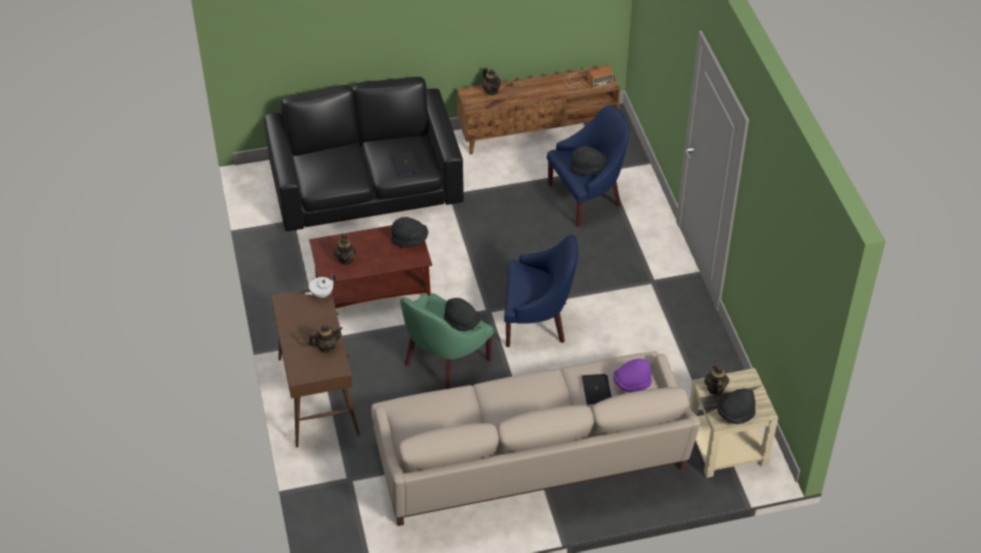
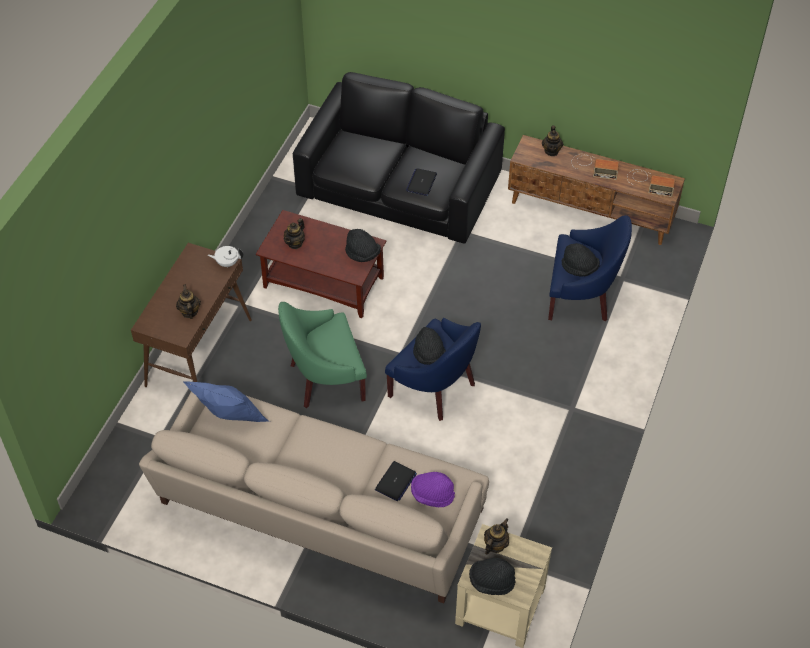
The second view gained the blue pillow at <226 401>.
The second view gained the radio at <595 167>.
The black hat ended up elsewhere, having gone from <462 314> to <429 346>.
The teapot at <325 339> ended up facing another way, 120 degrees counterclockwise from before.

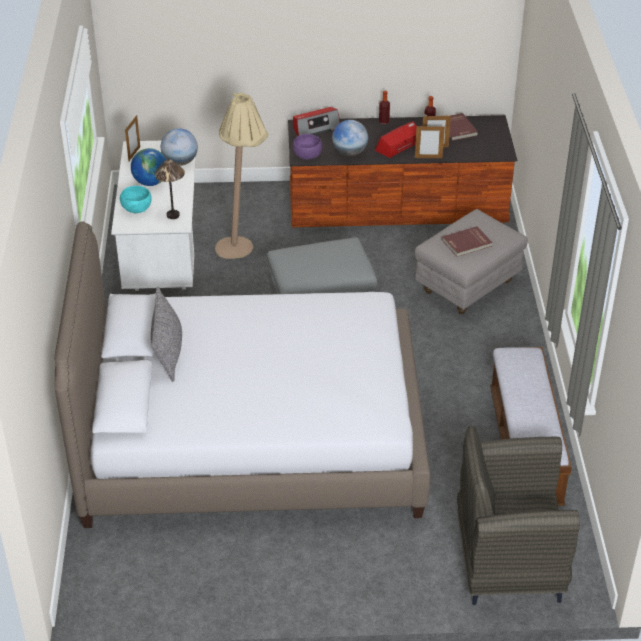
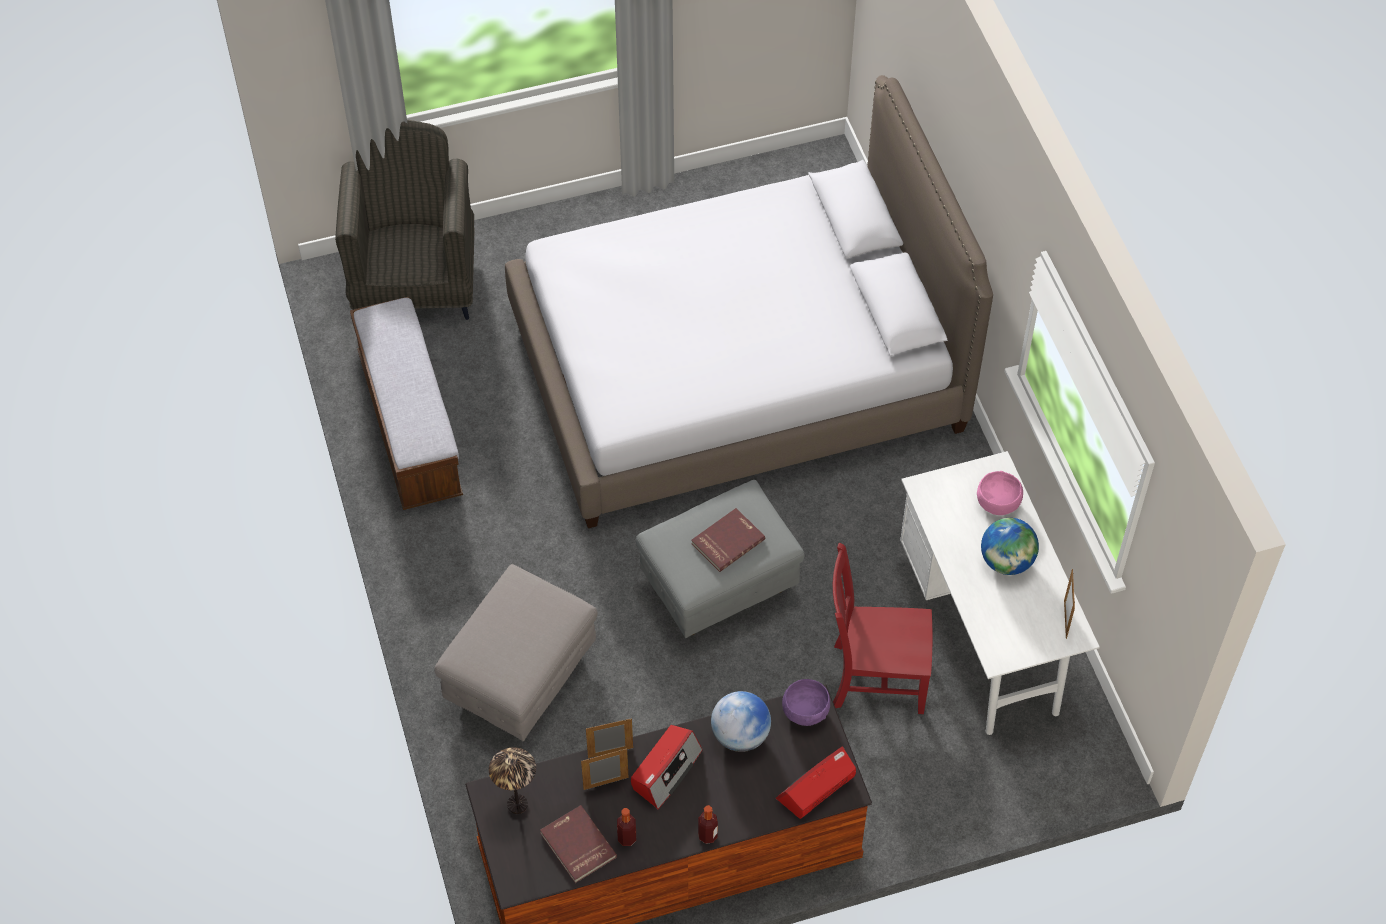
The second view lost the grey pillow at <166 334>.
The second view lost the globe at <179 147>.
The table lamp ended up elsewhere, having gone from <169 189> to <512 781>.
The red book ended up elsewhere, having gone from <467 241> to <728 540>.
Where the beige floor lamp stood at <241 176>, the red chair came to stand at <882 628>.
What was the turquoise bowl at <135 199> turned into the pink bowl at <1000 493>.
The grey armchair at <518 515> ended up facing another way, 75 degrees counterclockwise from before.

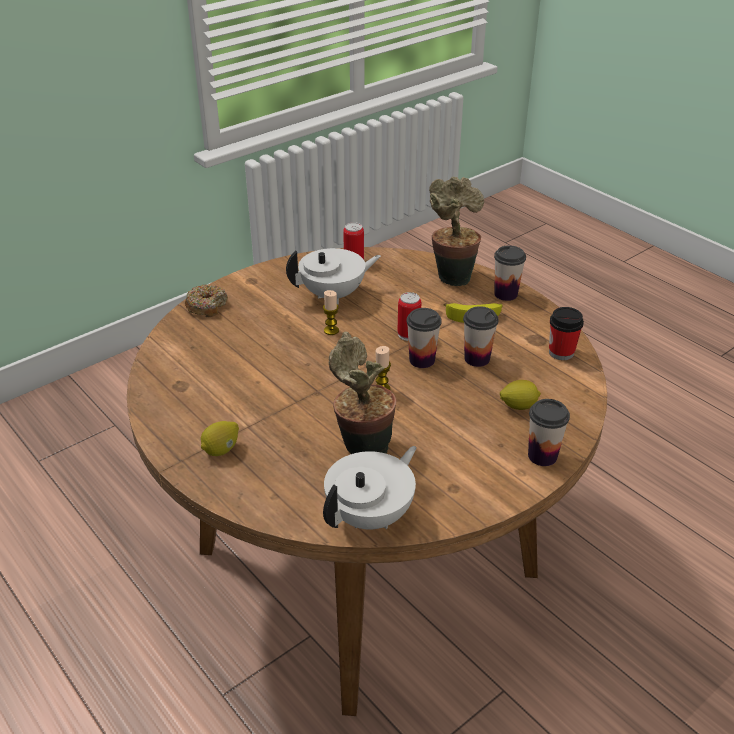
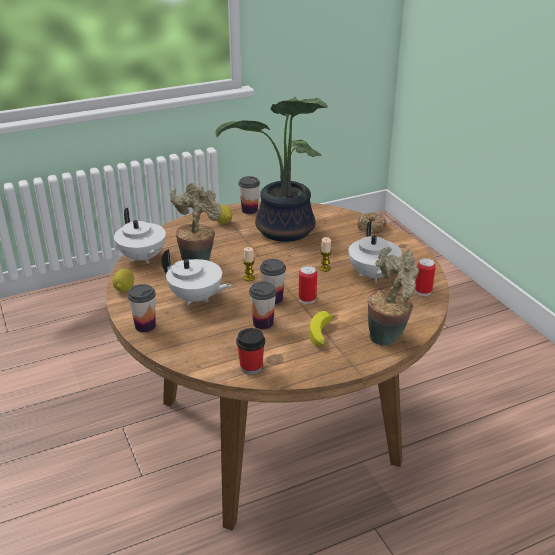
The second view gained the white teapot at <196 277>.
The second view gained the potted plant at <271 169>.
The cup ended up elsewhere, having gone from <510 273> to <249 195>.
The lemon ended up elsewhere, having gone from <520 395> to <123 280>.

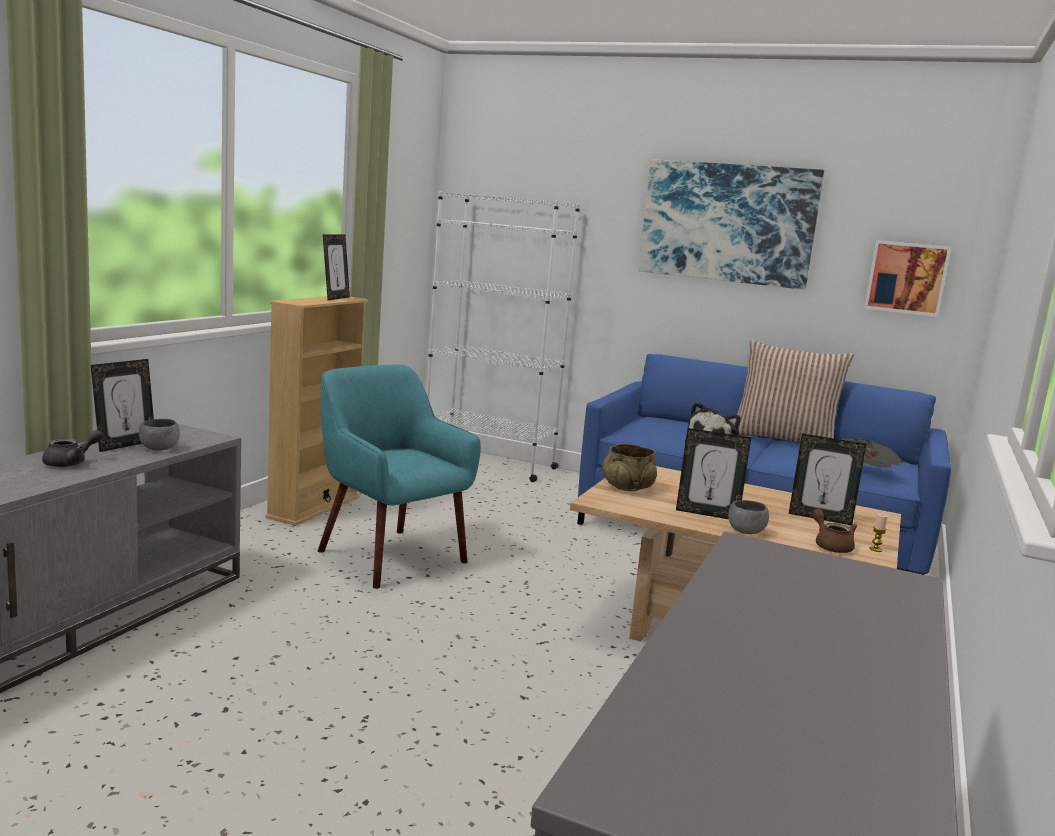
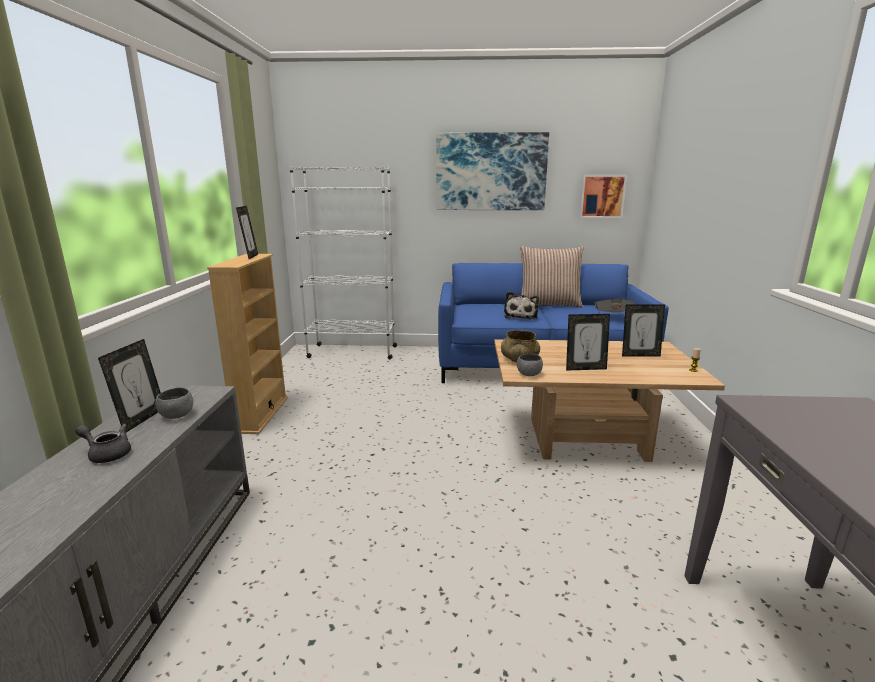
The second view lost the turquoise armchair at <399 477>.
The second view lost the brown teapot at <834 531>.
The grey bowl ended up elsewhere, having gone from <748 517> to <530 365>.
The grey teapot at <72 448> ended up facing another way, 90 degrees counterclockwise from before.

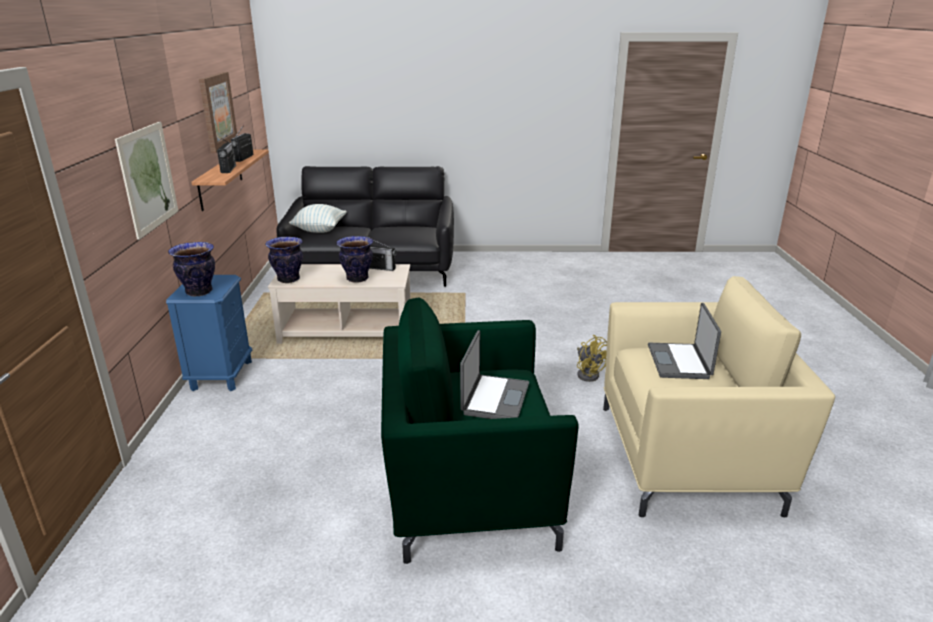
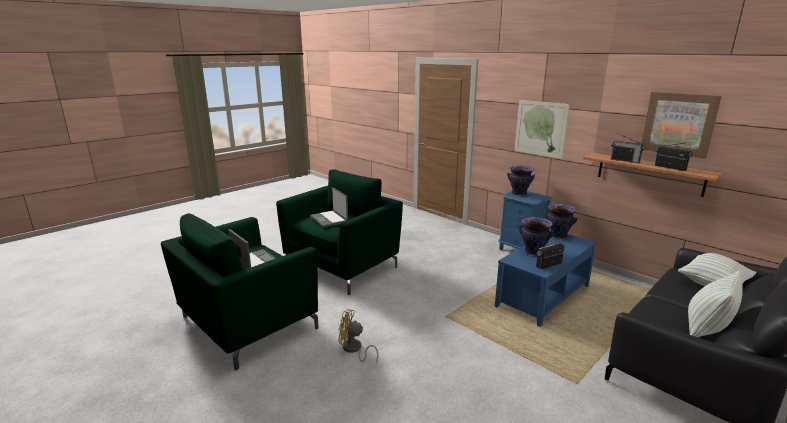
The second view gained the pillow at <715 304>.
What was the beige coffee table at <339 304> turned into the blue coffee table at <546 279>.
What was the beige armchair at <719 396> turned into the green armchair at <240 291>.

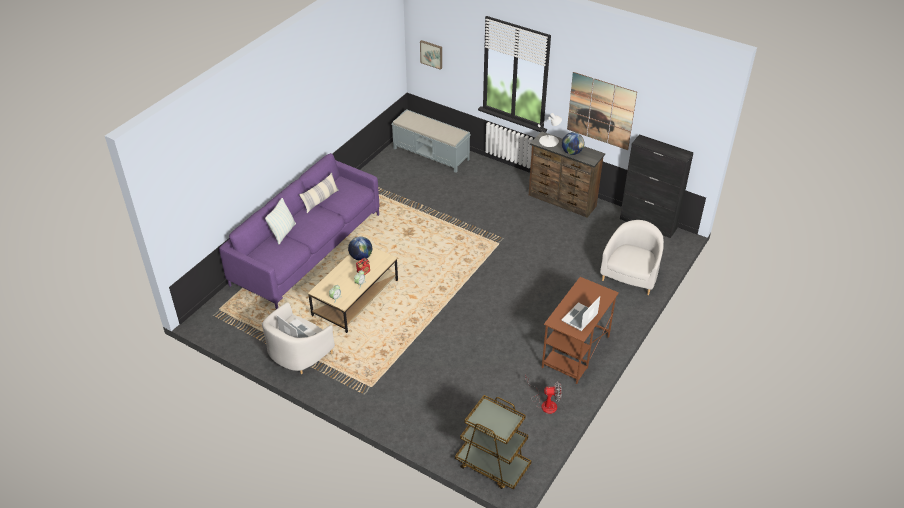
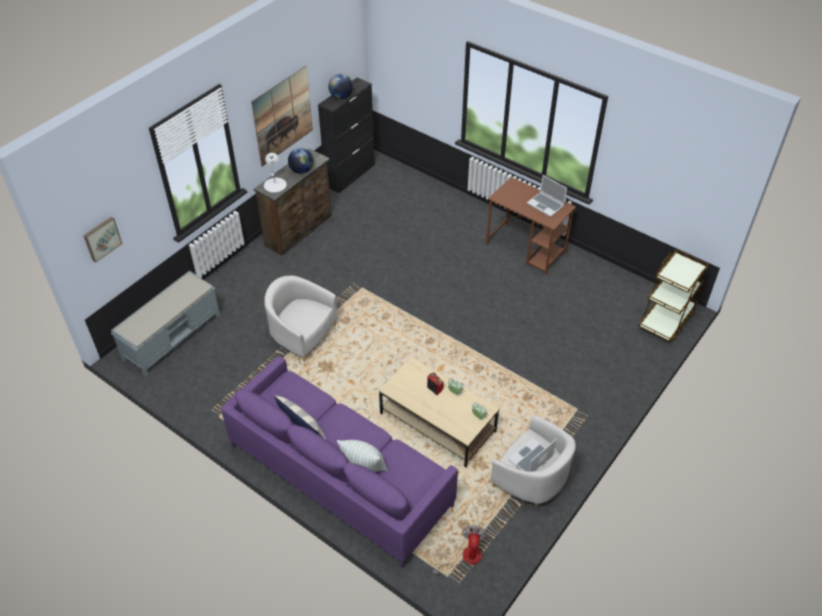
The globe ended up elsewhere, having gone from <360 248> to <340 86>.
The fan ended up elsewhere, having gone from <543 394> to <460 550>.
The white armchair ended up elsewhere, having gone from <632 257> to <301 318>.

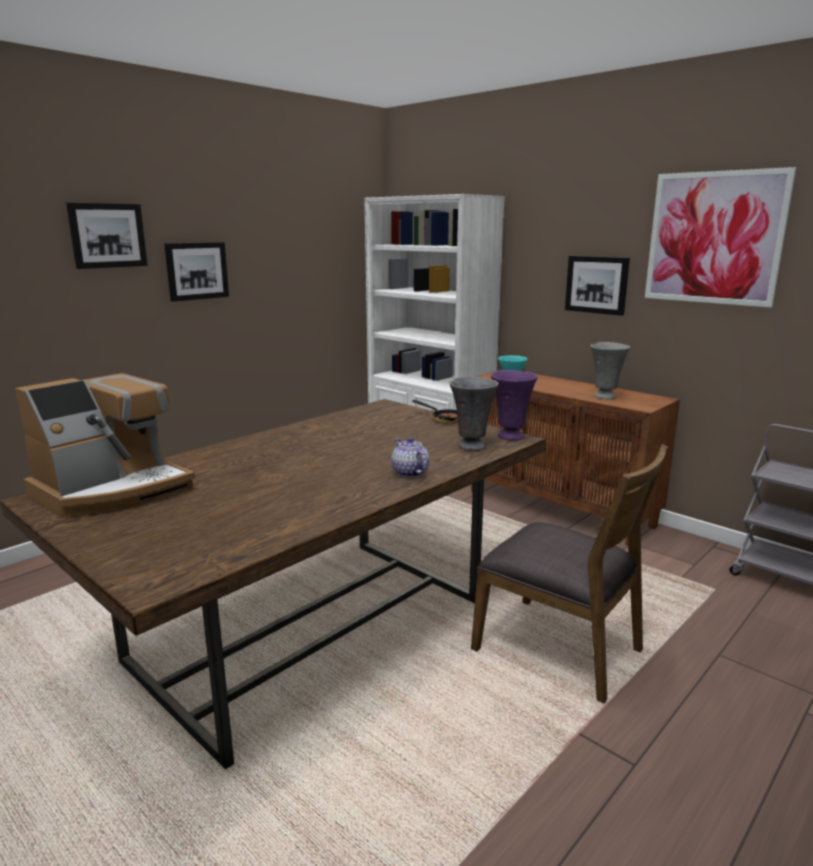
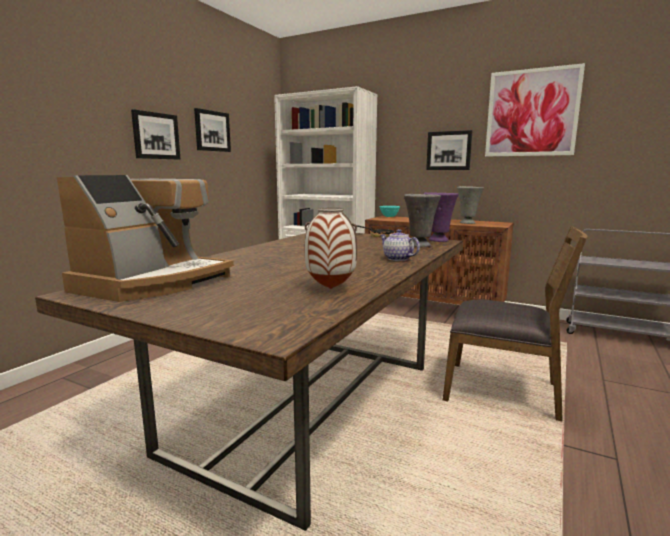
The second view gained the vase at <331 248>.
The picture ended up elsewhere, having gone from <107 236> to <212 130>.

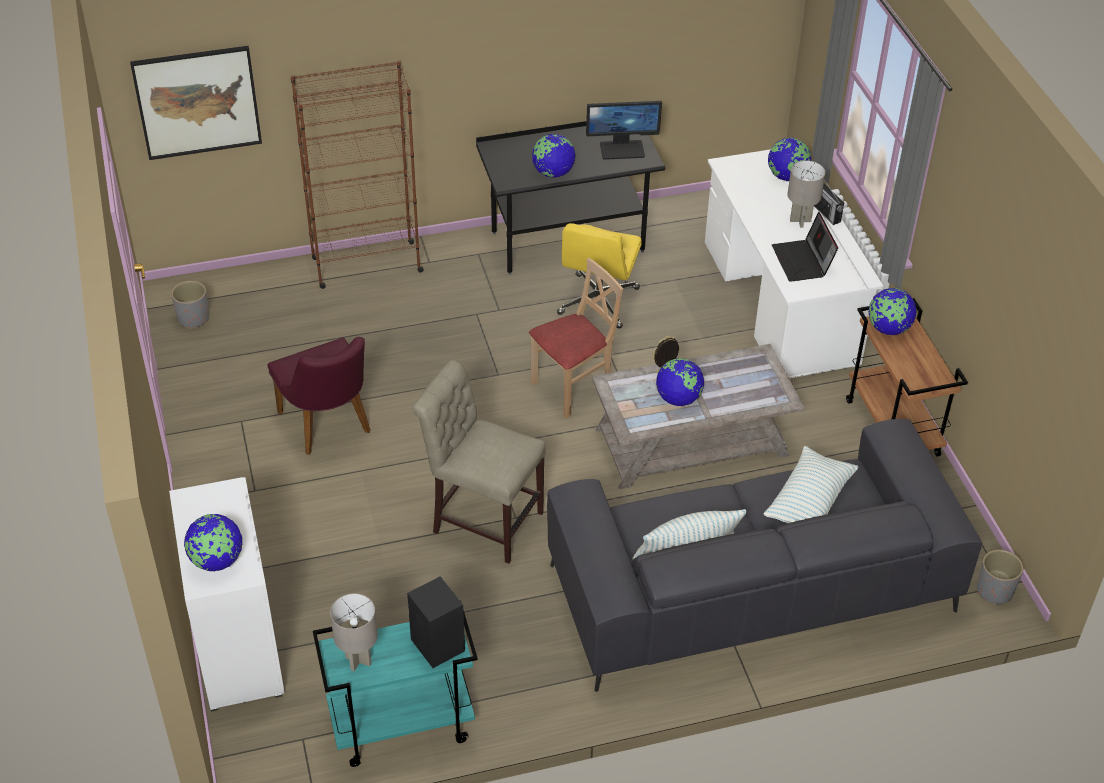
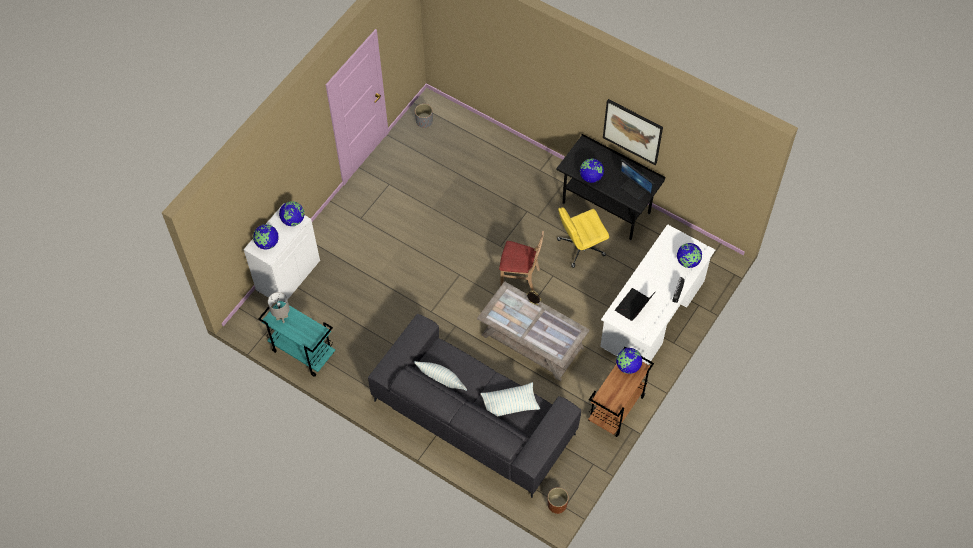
The second view lost the purple chair at <318 396>.
The second view lost the brown bookcase at <357 175>.
The second view lost the black speaker at <436 622>.
The second view lost the beige chair at <479 462>.
The second view lost the grey table lamp at <806 194>.
The picture ended up elsewhere, having gone from <196 103> to <633 132>.
The globe ended up elsewhere, having gone from <680 382> to <292 213>.
What was the grey planter at <1000 577> turned into the brown planter at <558 500>.

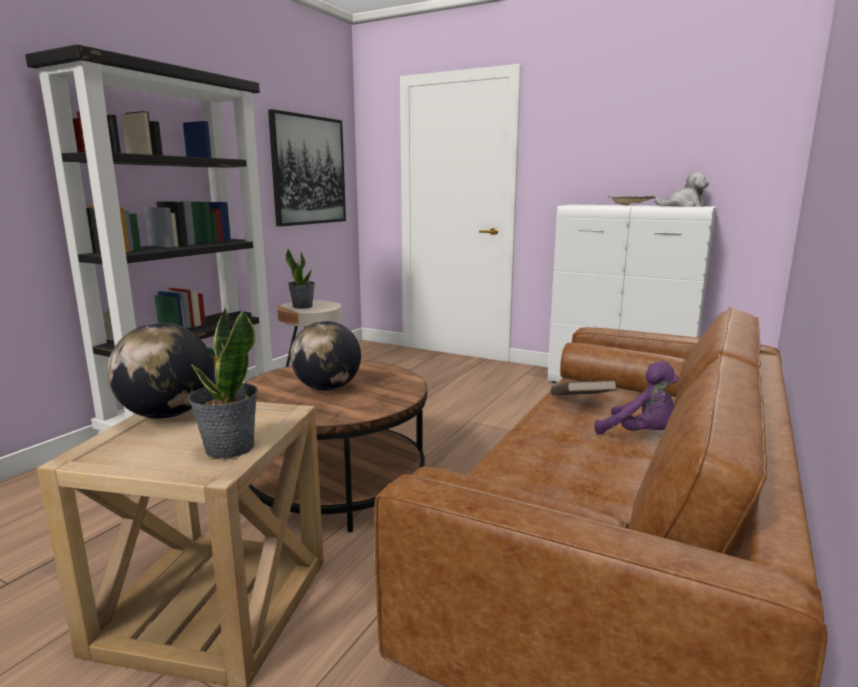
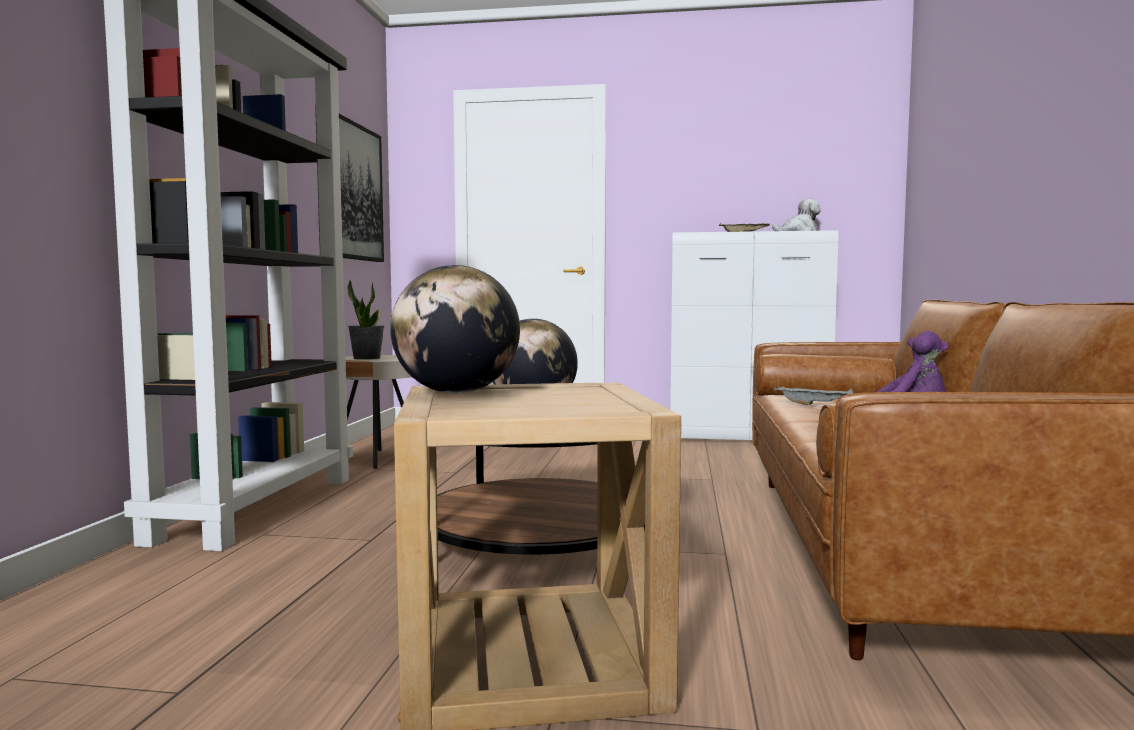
The second view lost the potted plant at <223 382>.
Where the brown book stood at <584 387>, the grey tray came to stand at <813 395>.

